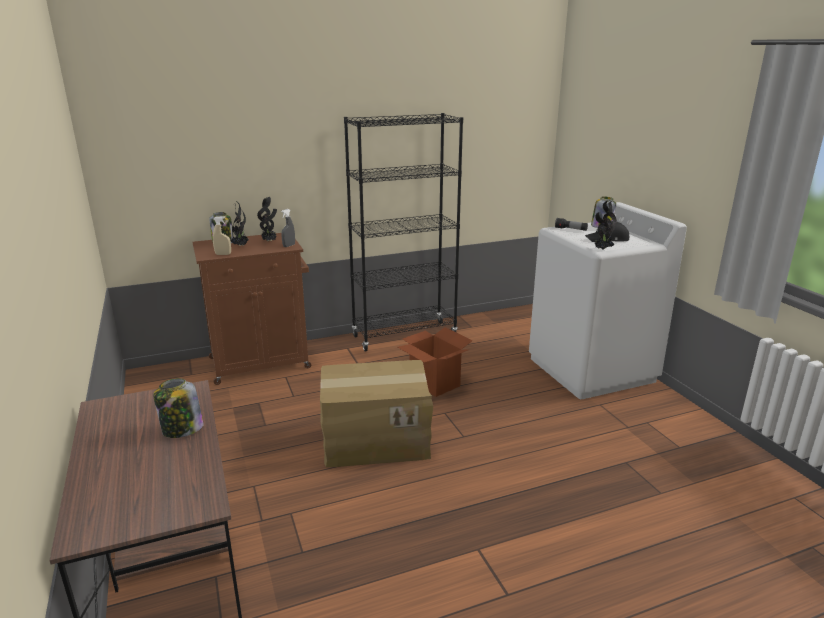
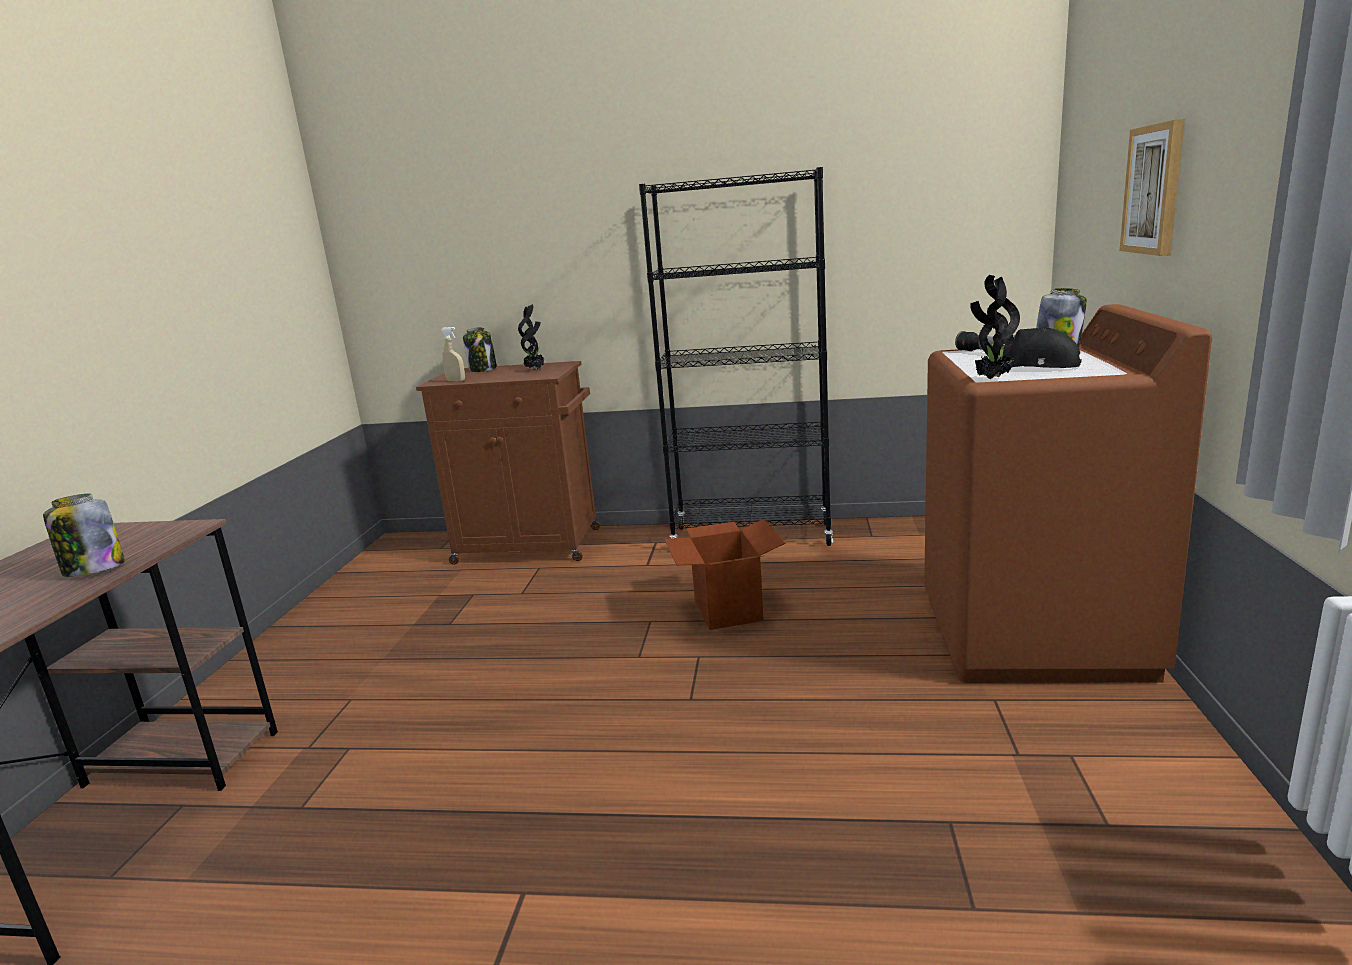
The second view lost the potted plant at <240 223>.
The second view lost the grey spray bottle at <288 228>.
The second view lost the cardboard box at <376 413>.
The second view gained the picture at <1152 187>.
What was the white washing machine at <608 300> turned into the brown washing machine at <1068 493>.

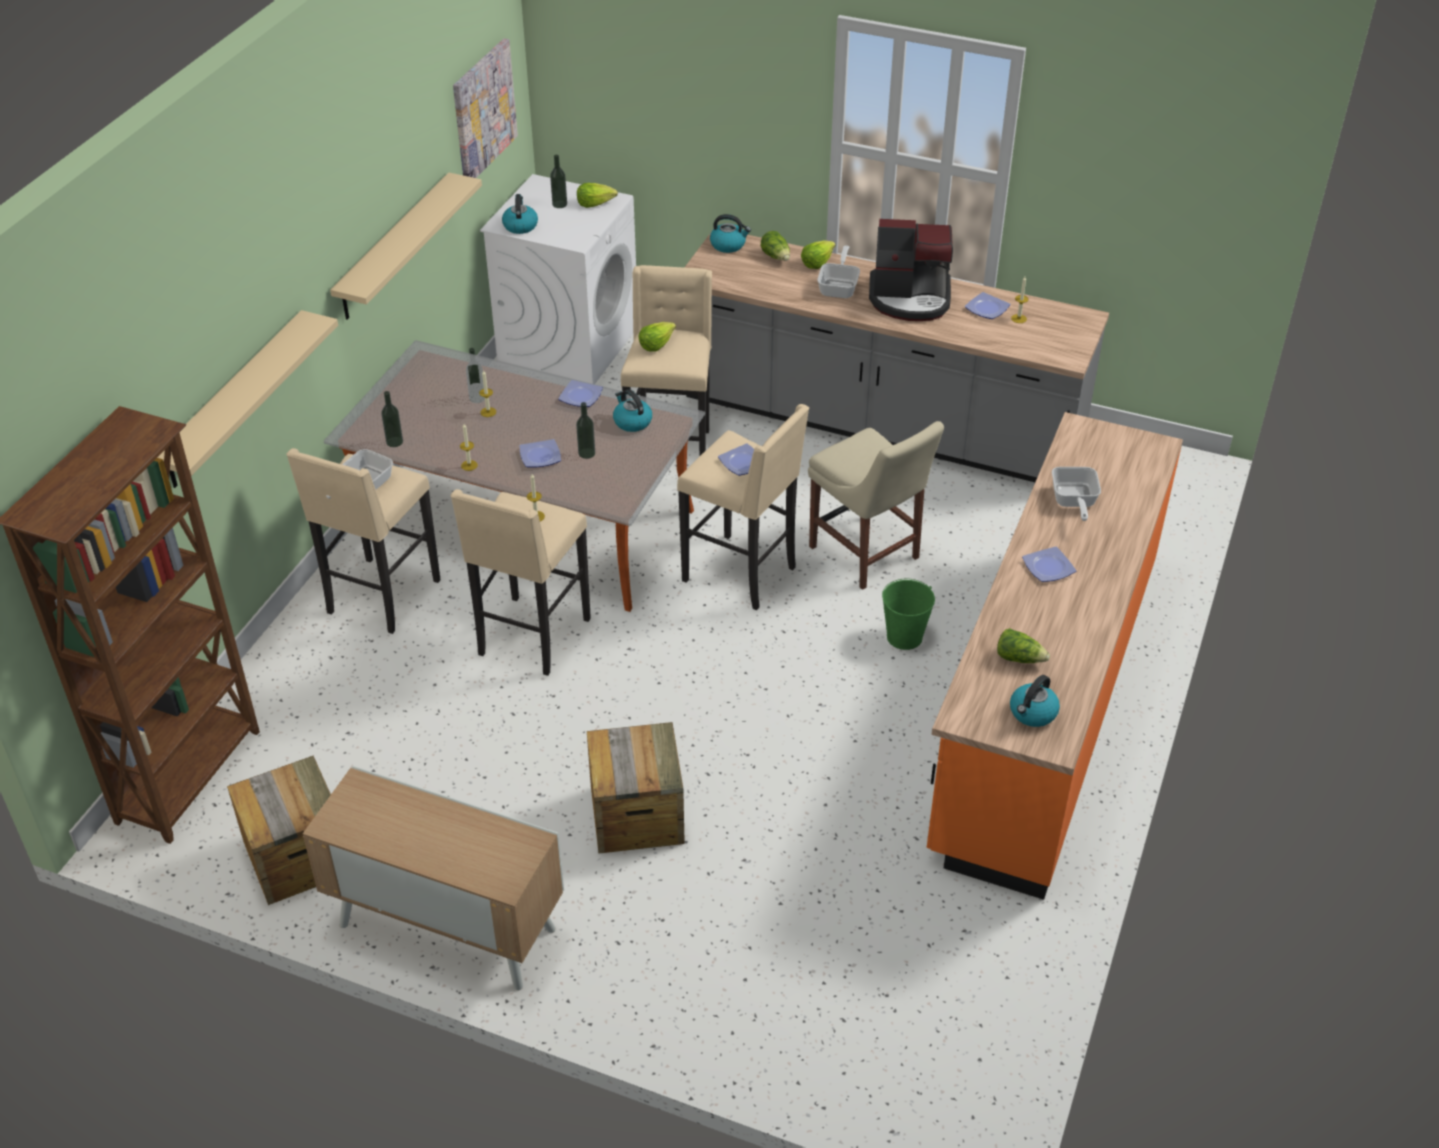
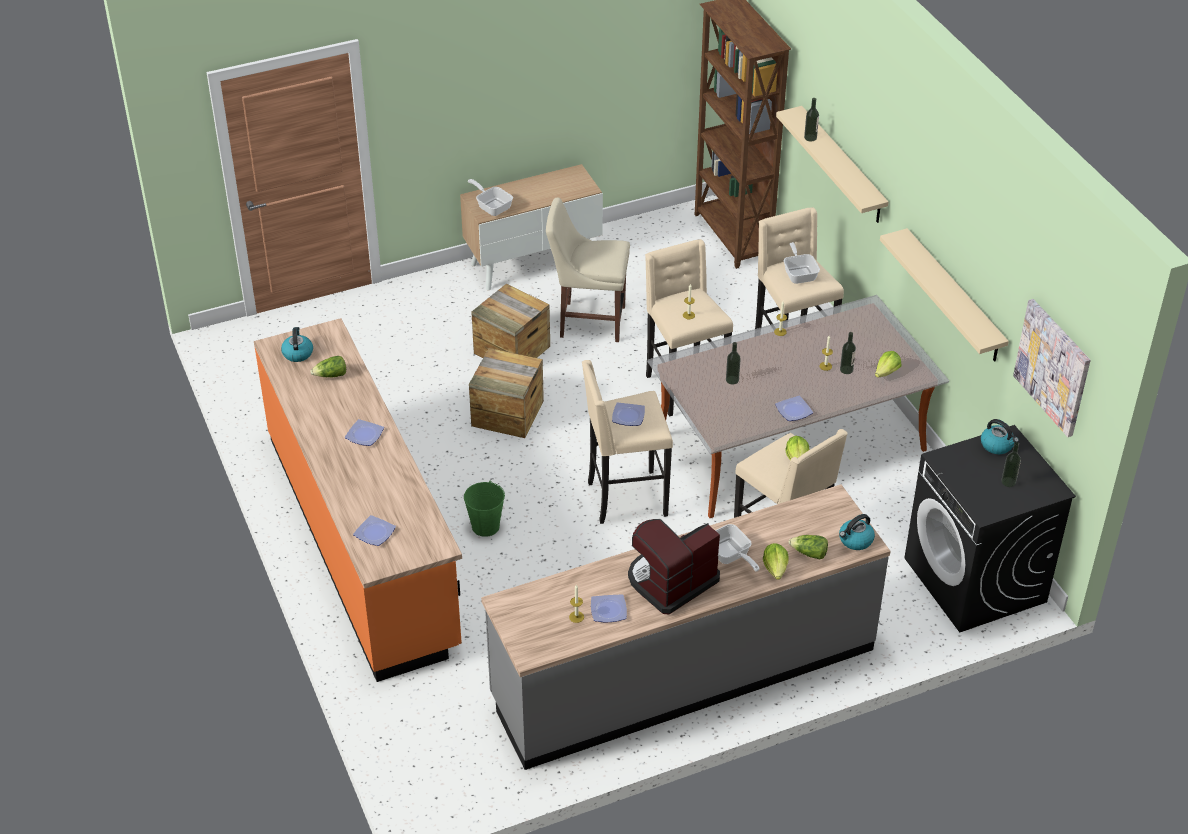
The second view lost the kettle at <632 410>.
The crate ended up elsewhere, having gone from <279 830> to <506 393>.
The bottle ended up elsewhere, having gone from <392 419> to <811 119>.
The plate ended up elsewhere, having gone from <540 453> to <374 530>.
The lettuce ended up elsewhere, having gone from <597 195> to <888 364>.
The beige chair ended up elsewhere, having gone from <876 505> to <588 270>.
The frying pan ended up elsewhere, having gone from <1076 494> to <490 197>.
What was the white washing machine at <558 279> turned into the black washing machine at <990 528>.

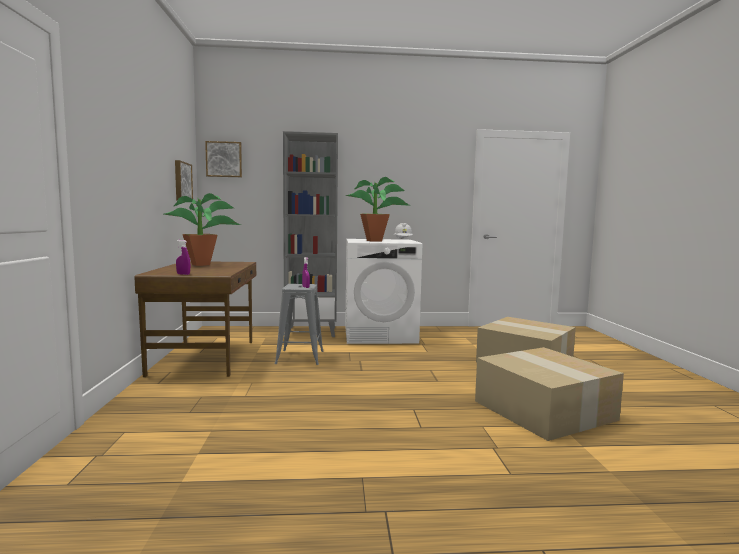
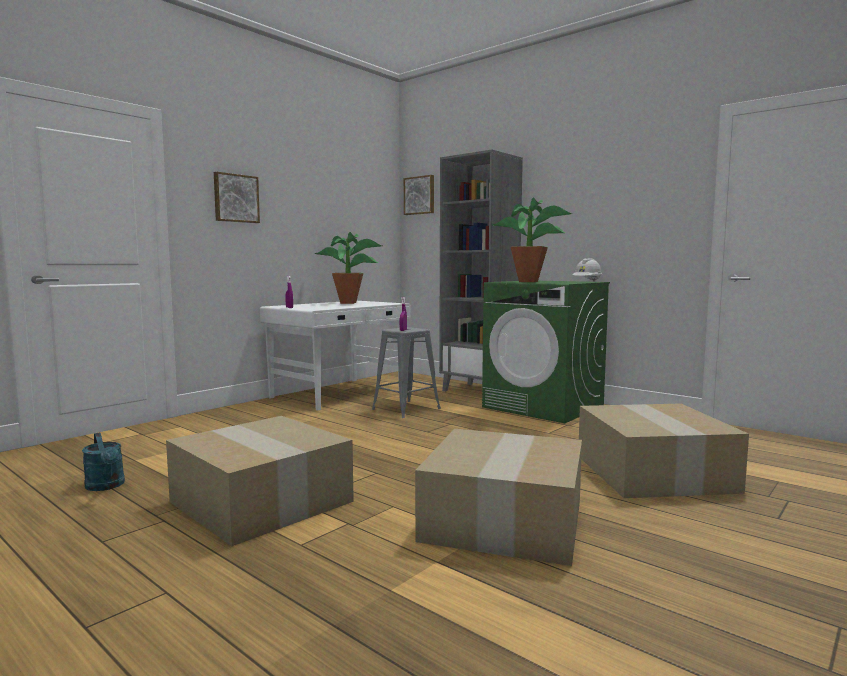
The second view gained the turquoise watering can at <103 462>.
The second view gained the cardboard box at <260 481>.
The picture ended up elsewhere, having gone from <184 180> to <237 197>.
What was the brown desk at <195 319> turned into the white desk at <335 356>.
What was the white washing machine at <383 291> turned into the green washing machine at <546 352>.

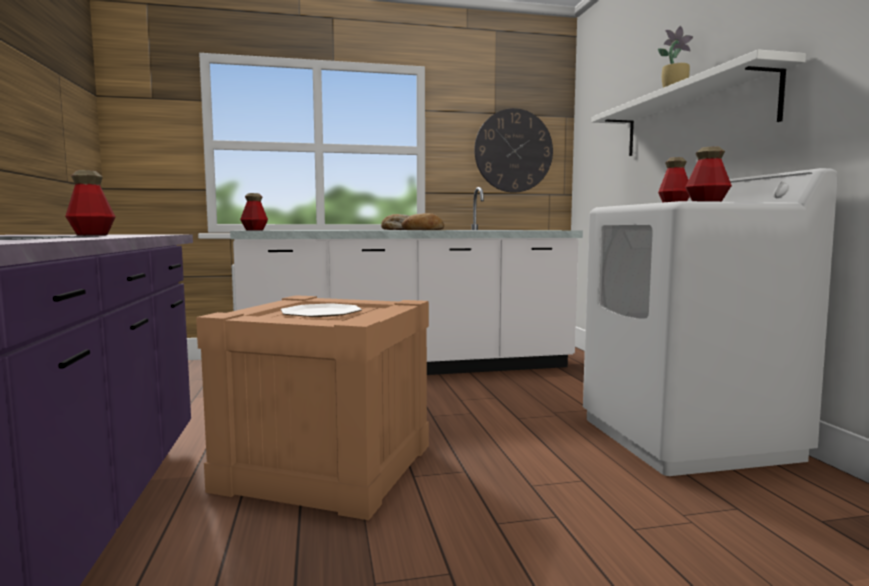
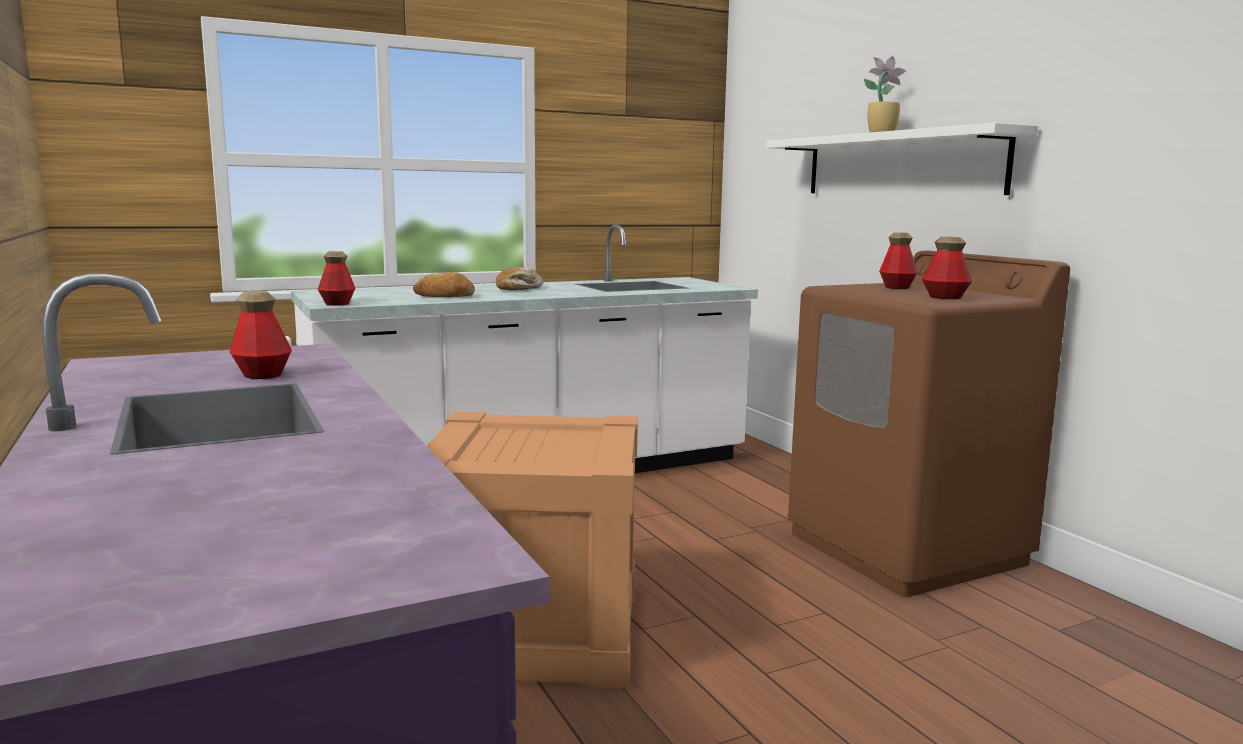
The second view lost the plate at <321 310>.
The second view lost the wall clock at <513 150>.
The bread ended up elsewhere, having gone from <422 221> to <444 284>.
What was the white washing machine at <710 322> turned into the brown washing machine at <929 424>.

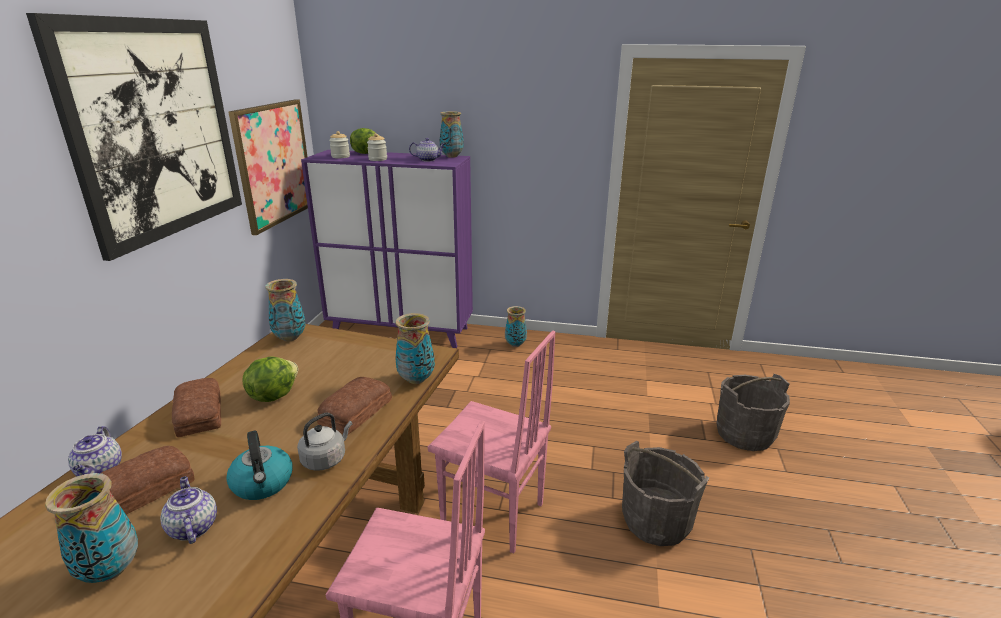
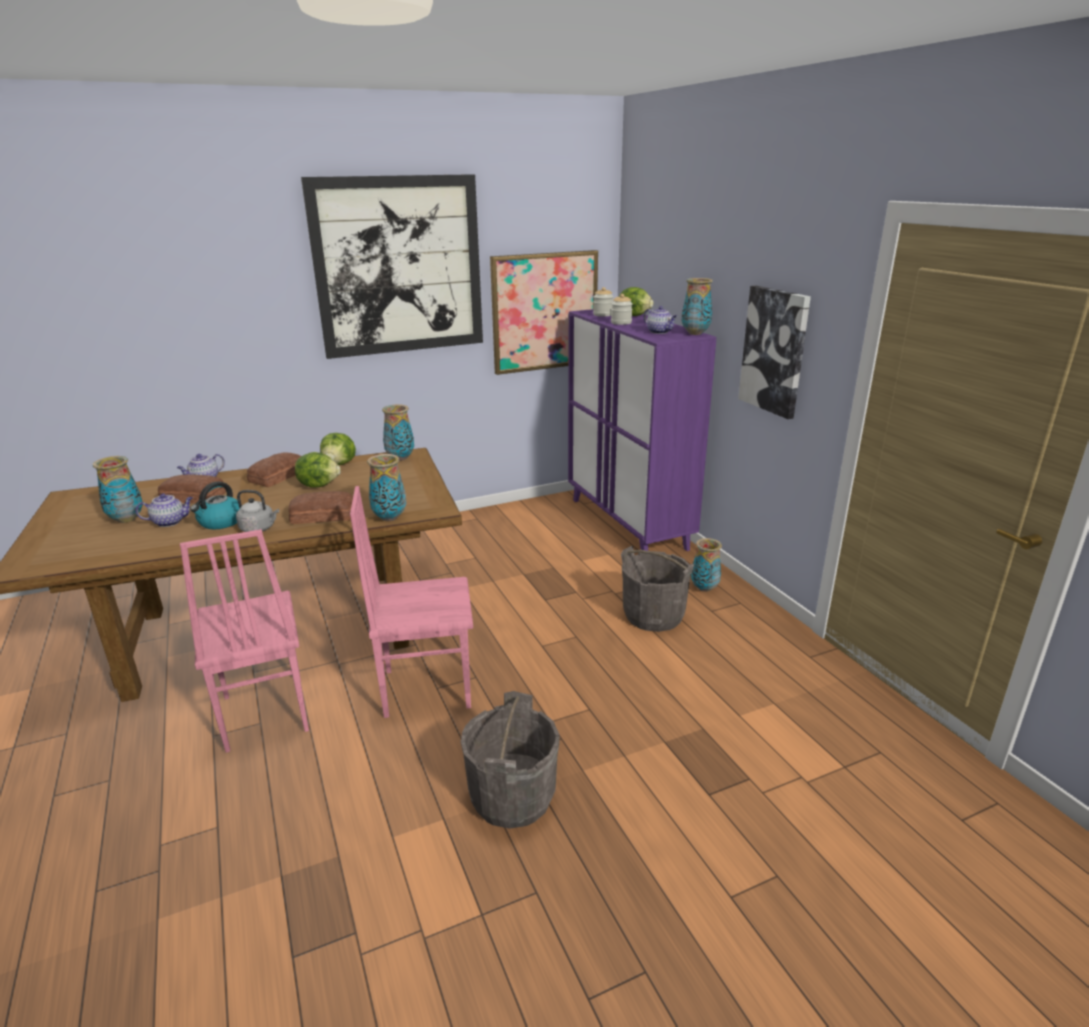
The second view gained the lettuce at <338 449>.
The second view gained the picture at <774 352>.
The grey bucket ended up elsewhere, having gone from <753 412> to <657 589>.
The teapot at <188 510> ended up facing another way, 45 degrees clockwise from before.
The pink chair at <492 442> ended up facing another way, 90 degrees clockwise from before.

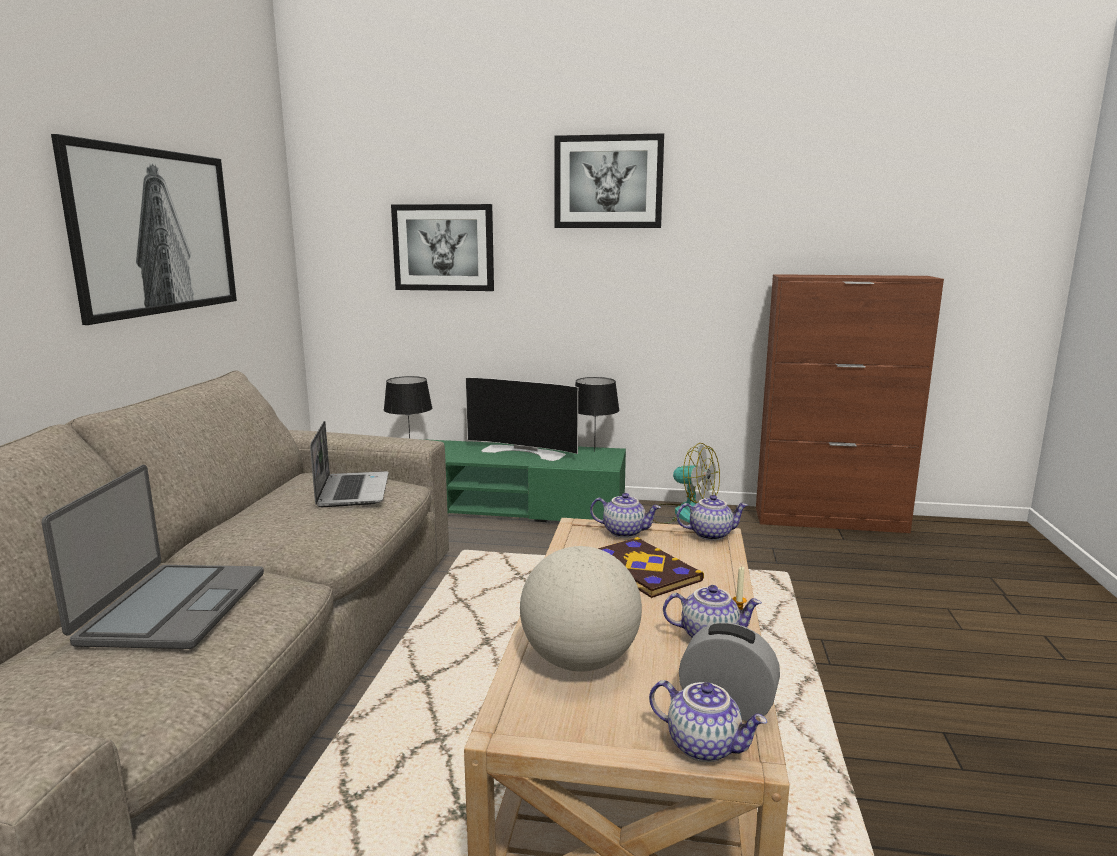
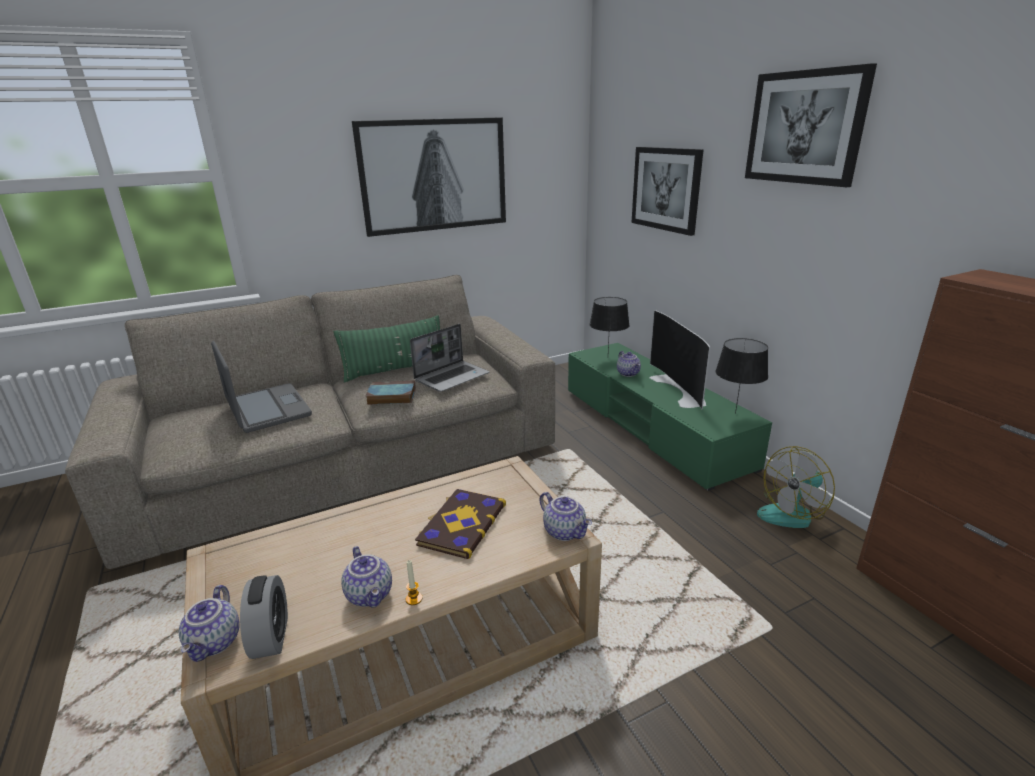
The second view lost the globe at <581 609>.
The second view gained the green pillow at <386 348>.
The second view gained the book at <391 392>.
The teapot ended up elsewhere, having gone from <625 515> to <629 364>.
The laptop at <153 557> ended up facing another way, 90 degrees counterclockwise from before.
The fan at <686 483> ended up facing another way, 60 degrees clockwise from before.

